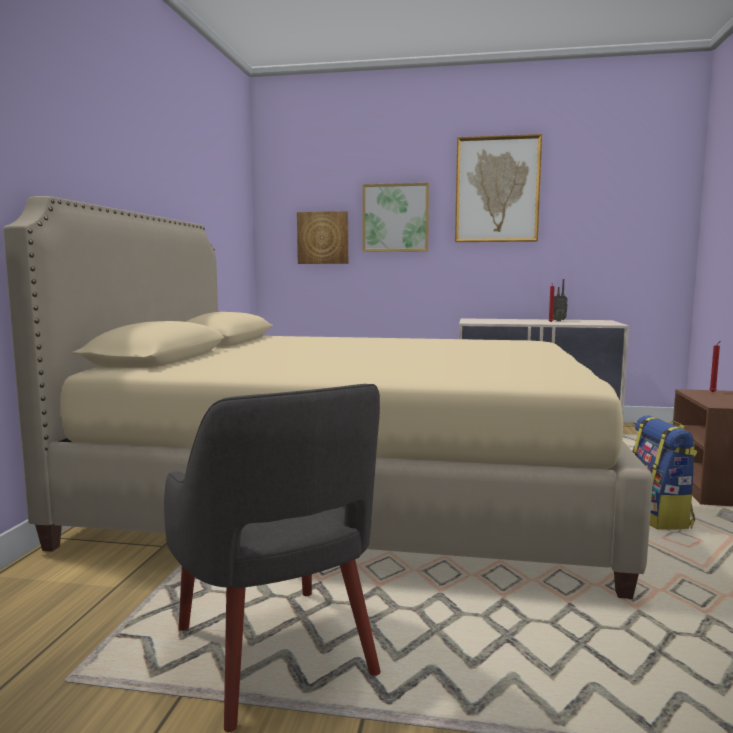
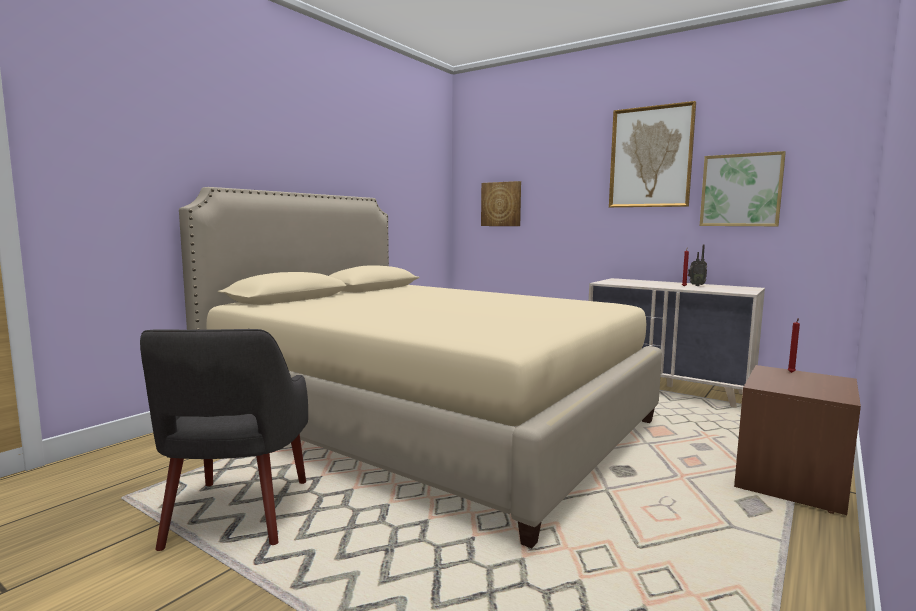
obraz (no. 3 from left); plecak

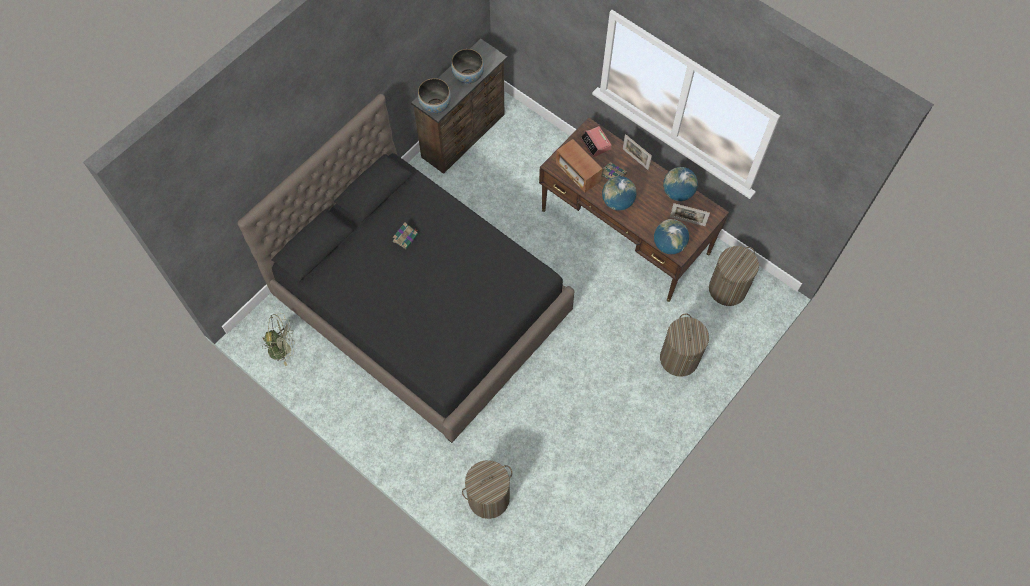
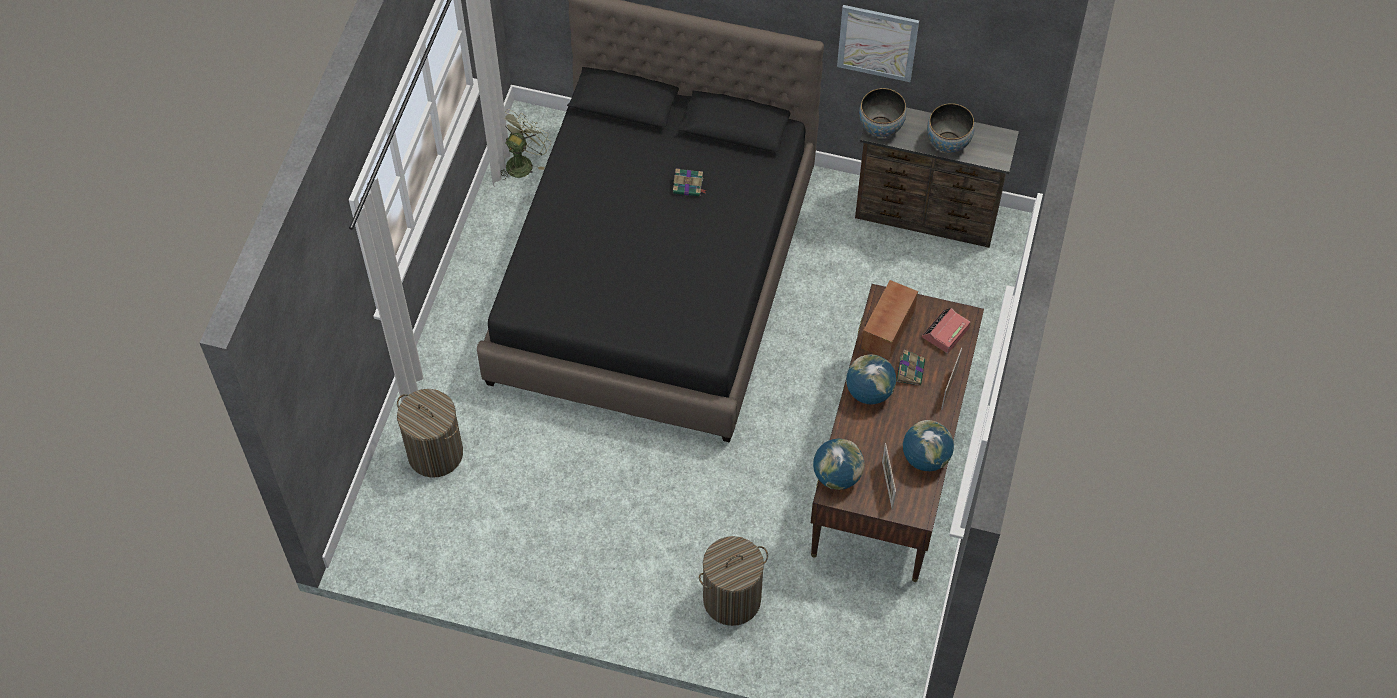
wentylator (zielony); kosz na pranie (no. 3 from left in the first image); obraz

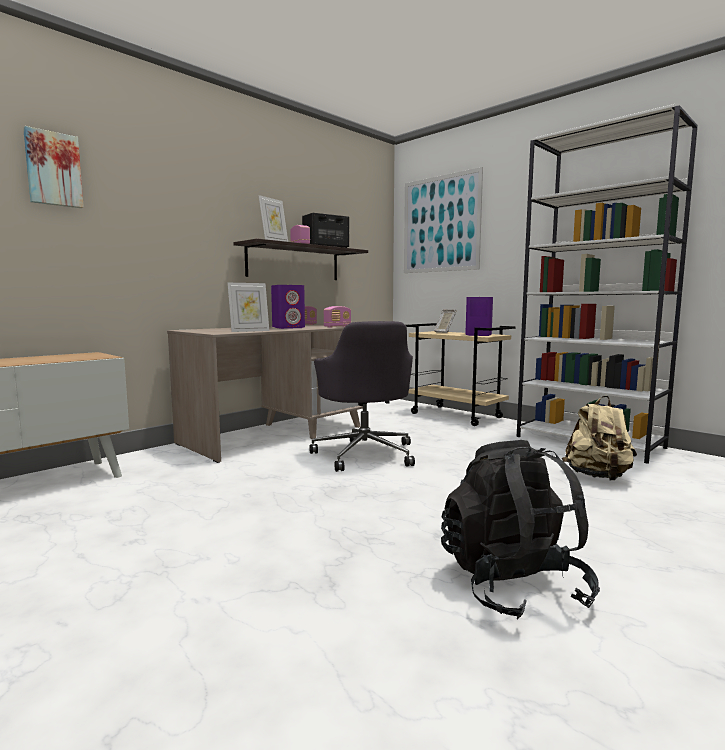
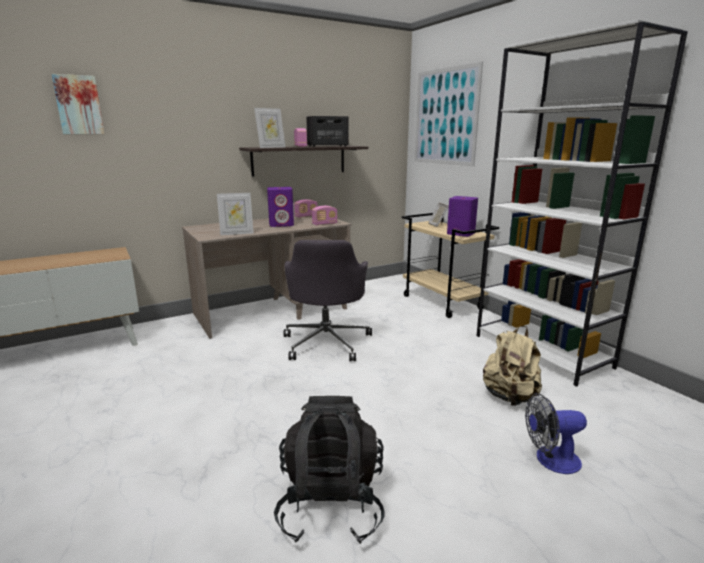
wentylator

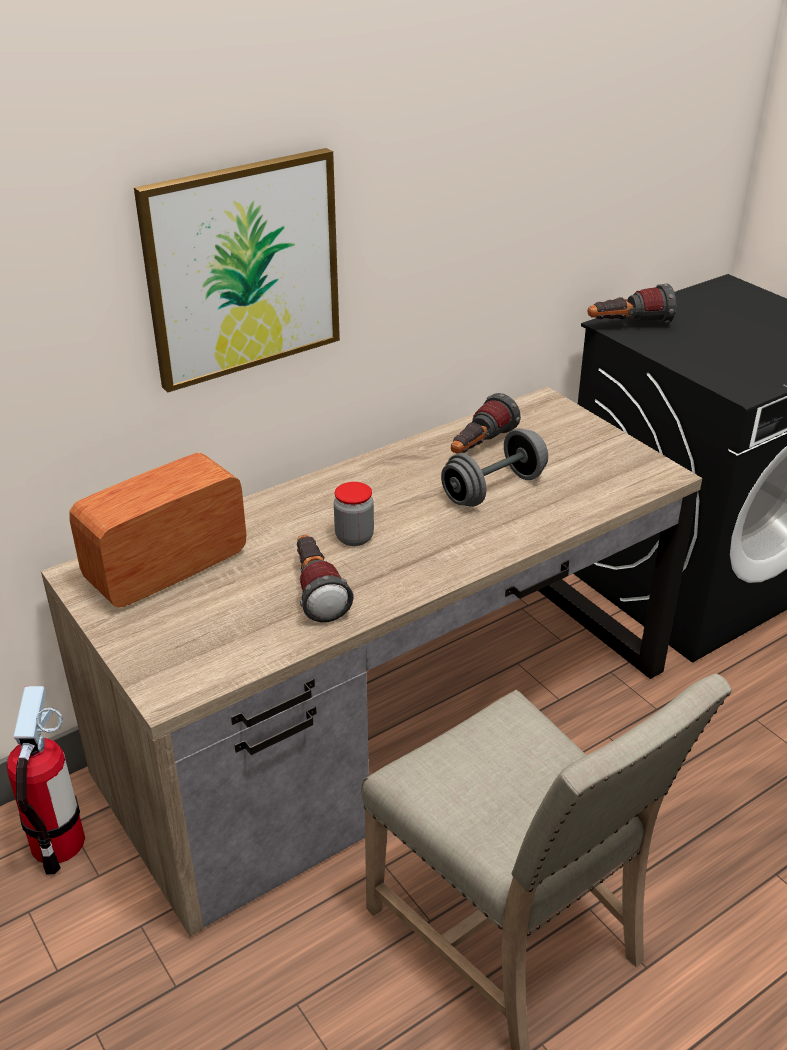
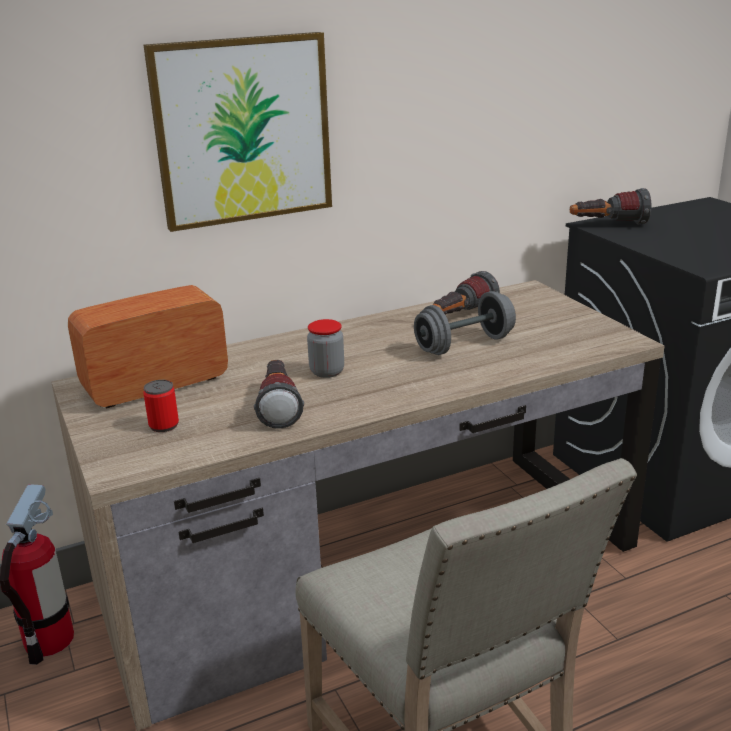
puszka

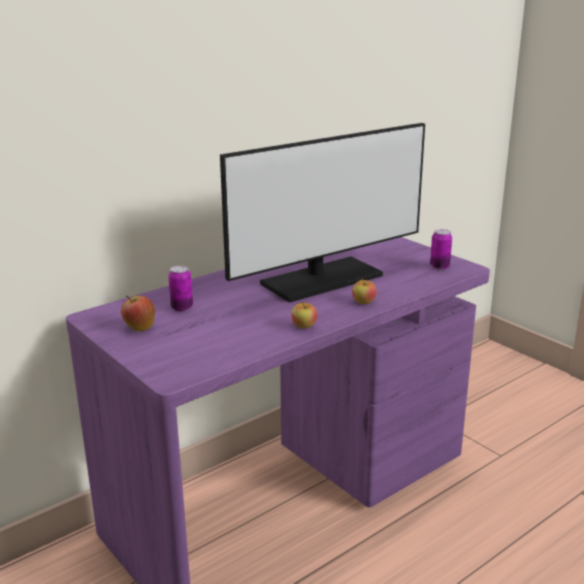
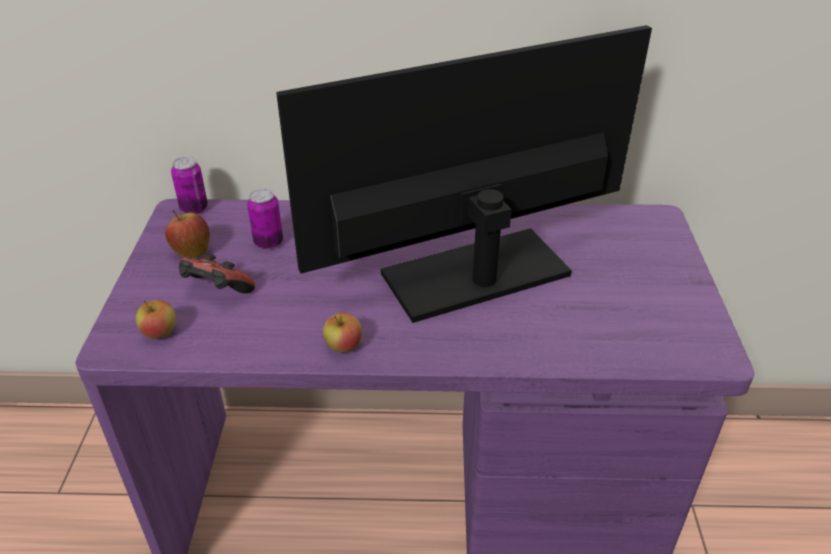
monitor; jabłko (no. 1 from left); puszka (no. 1 from left); pad do gier

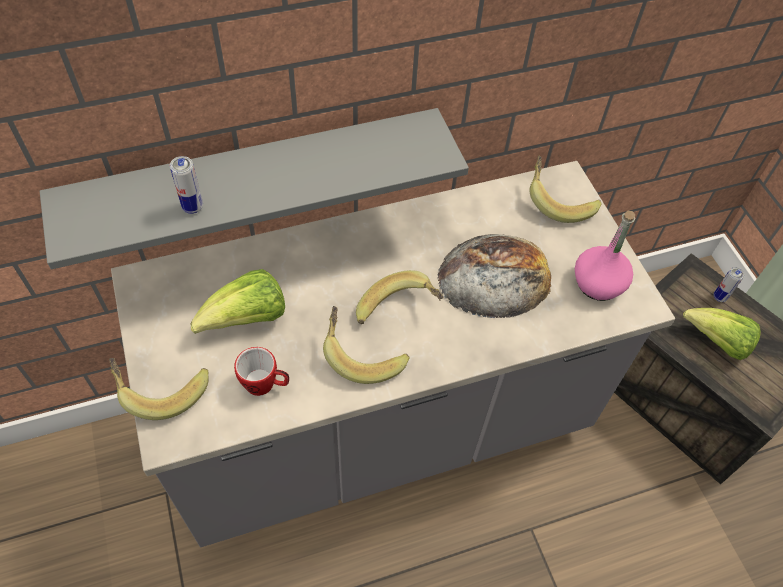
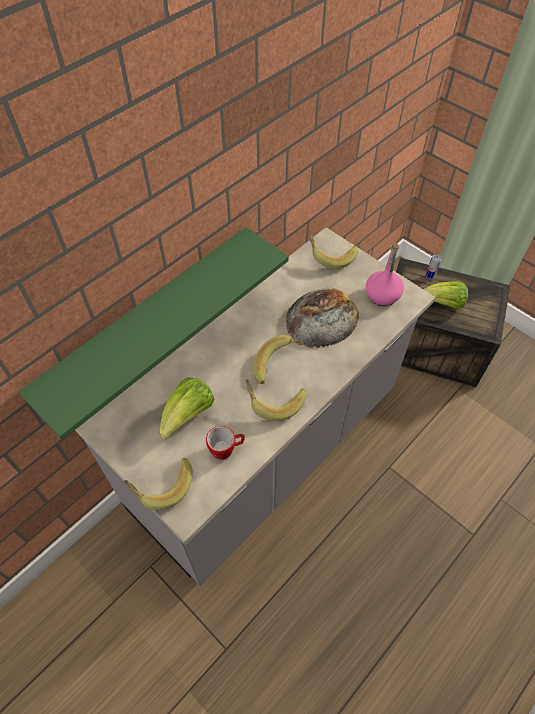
półka (zielony); puszka (no. 1 from left in the first image)

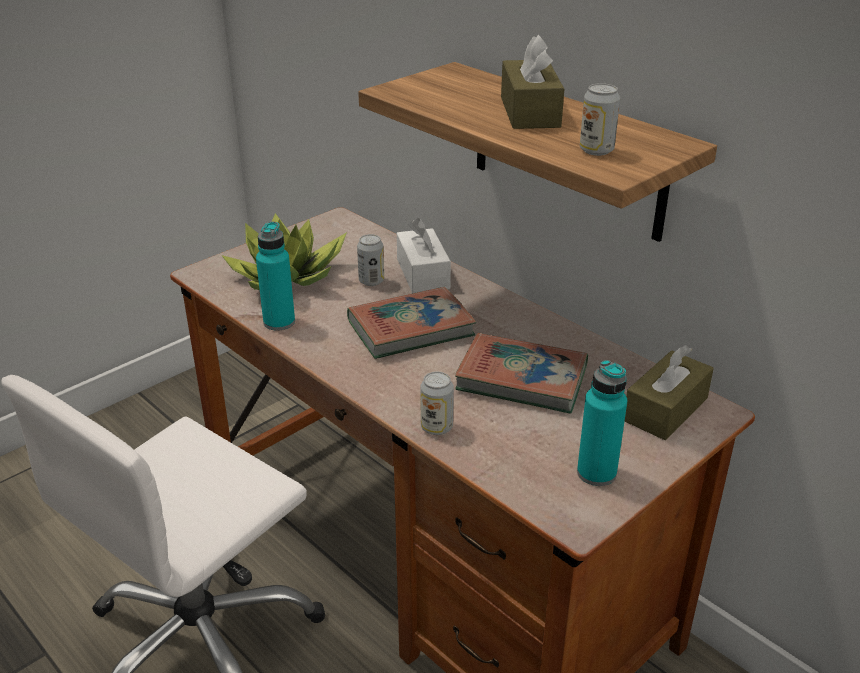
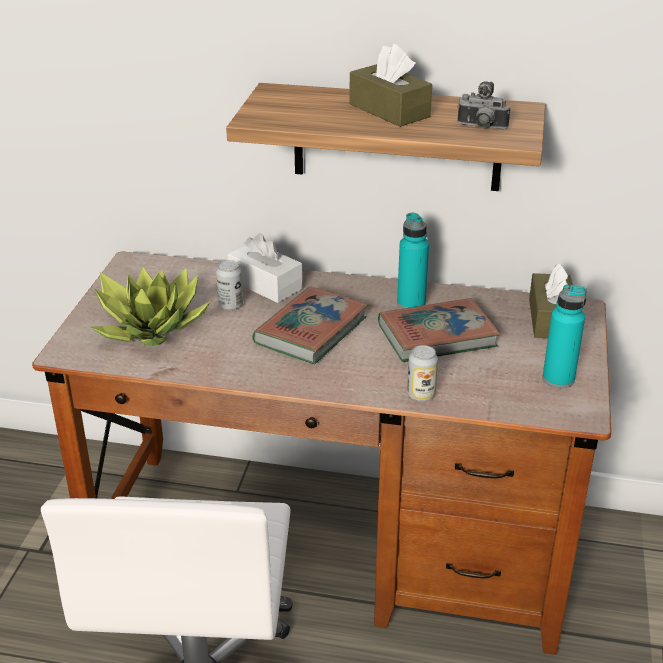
butelka (turkusowy) (no. 1 from left); aparat fotograficzny

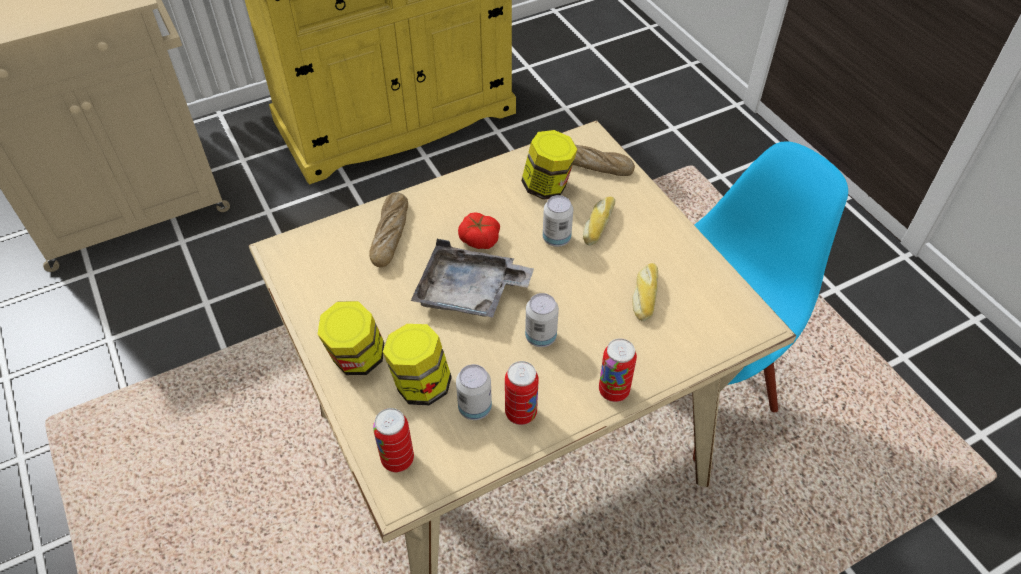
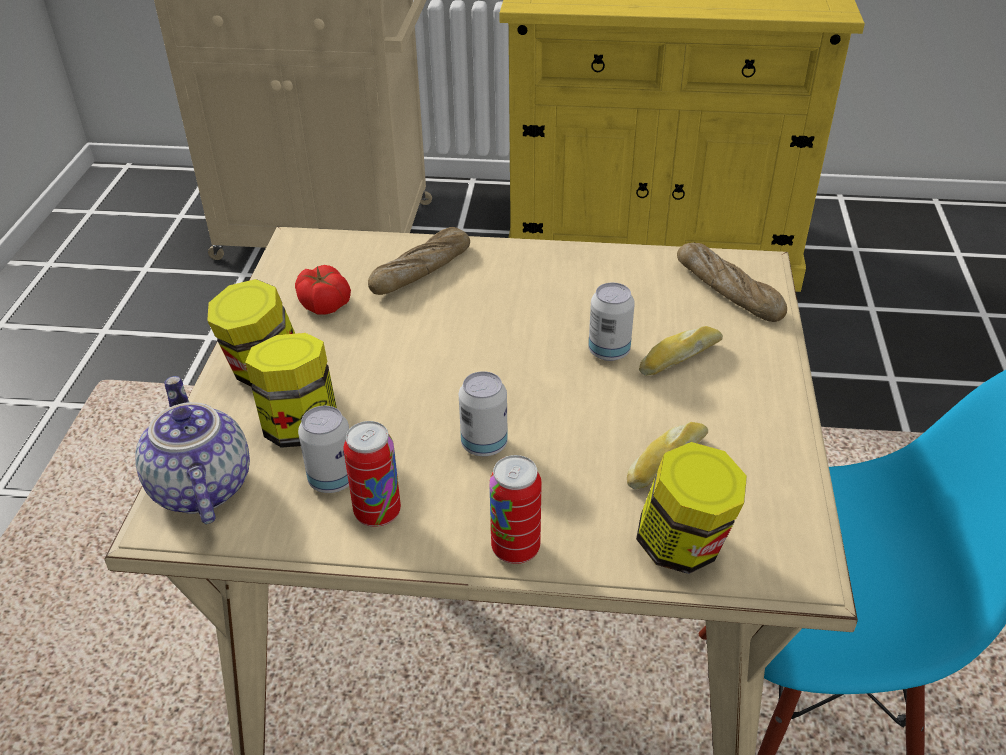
imbryk; taca (szary); pomidor; słoik (no. 3 from left)

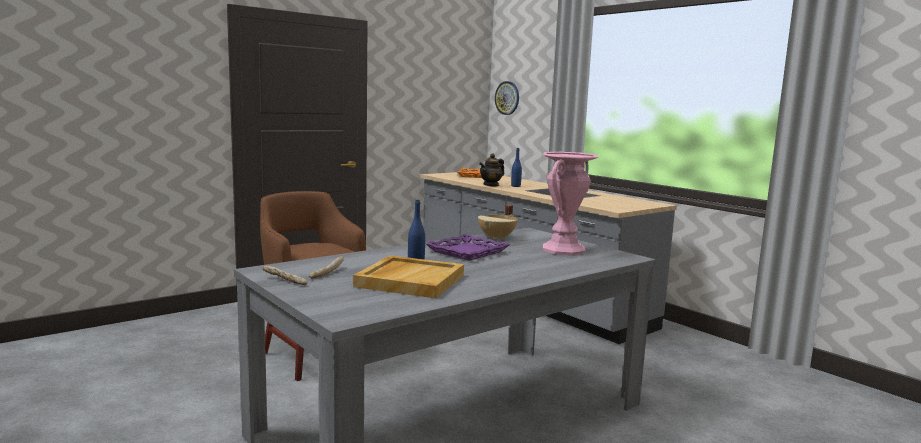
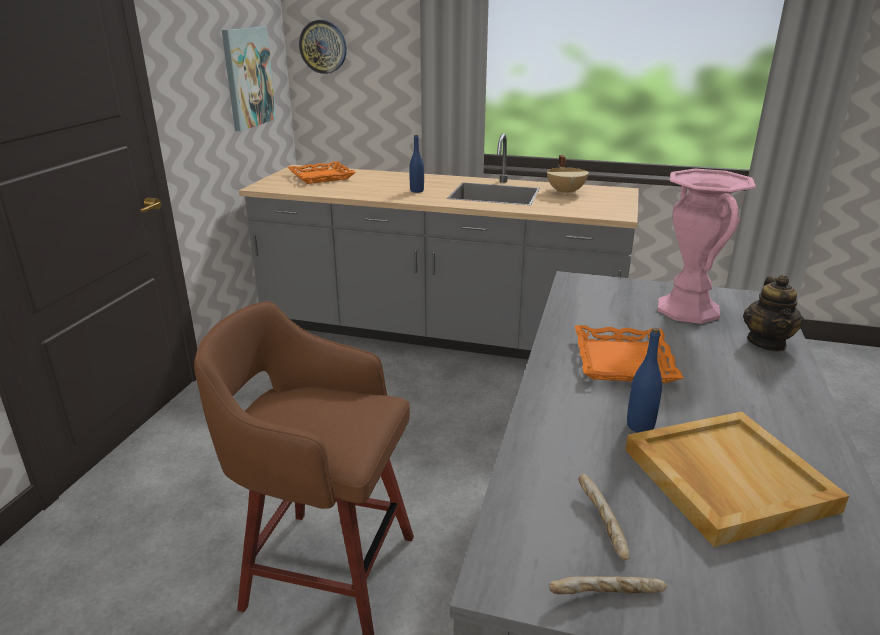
taca (pomarańczowy) (no. 2 from left); garnek (beżowy); imbryk; obraz

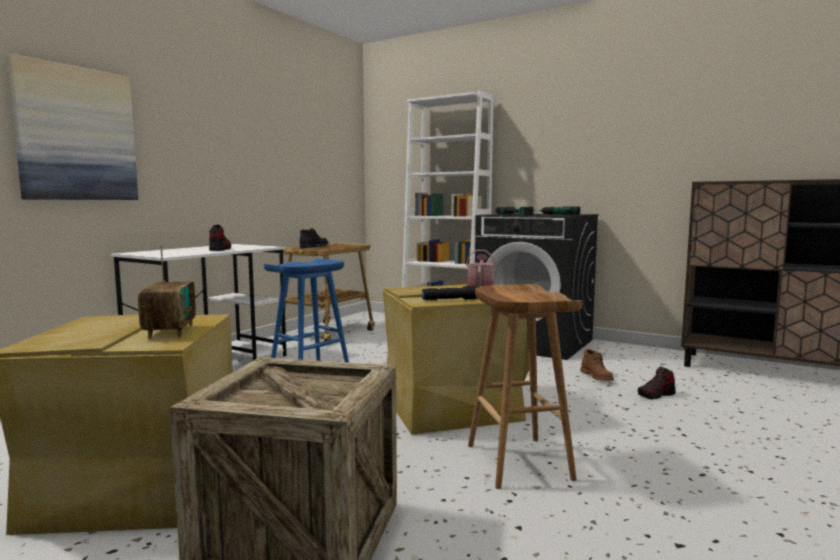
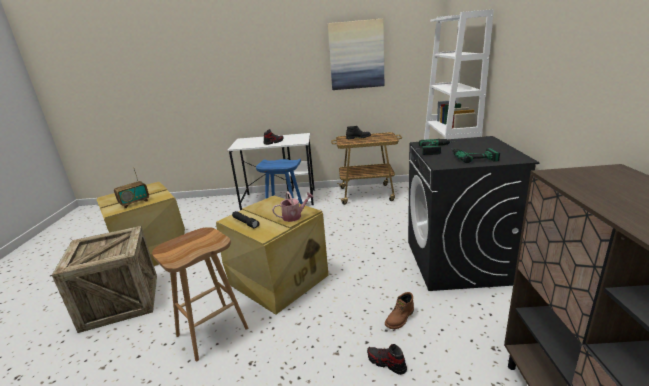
obraz

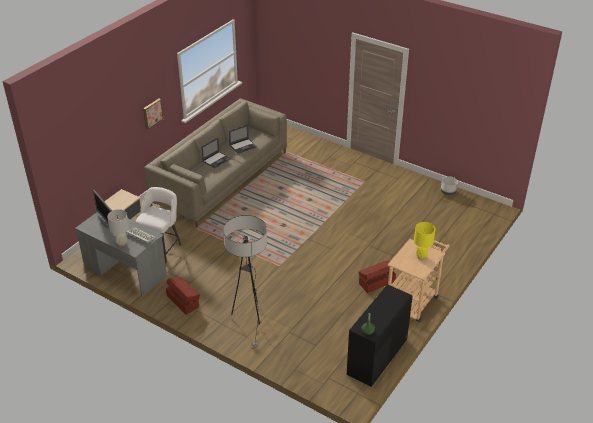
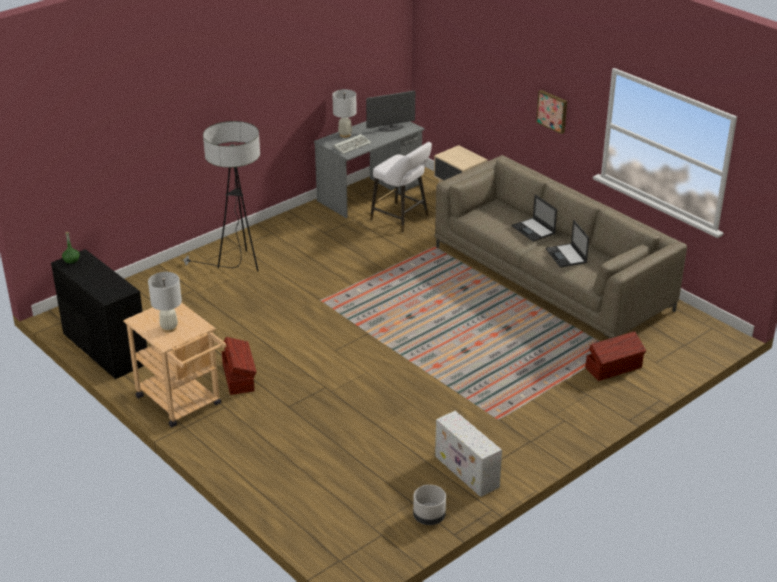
pojemnik do przechowywania (brązowy) (no. 2 from left); lampa stołowa (biały) (no. 1 from left); pojemnik do przechowywania (biały)

